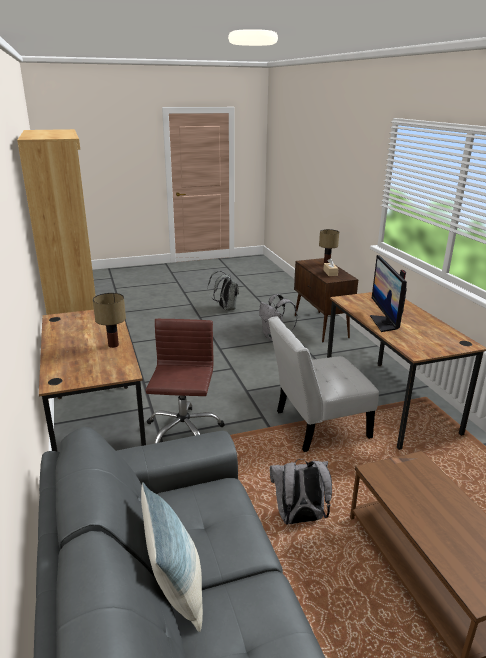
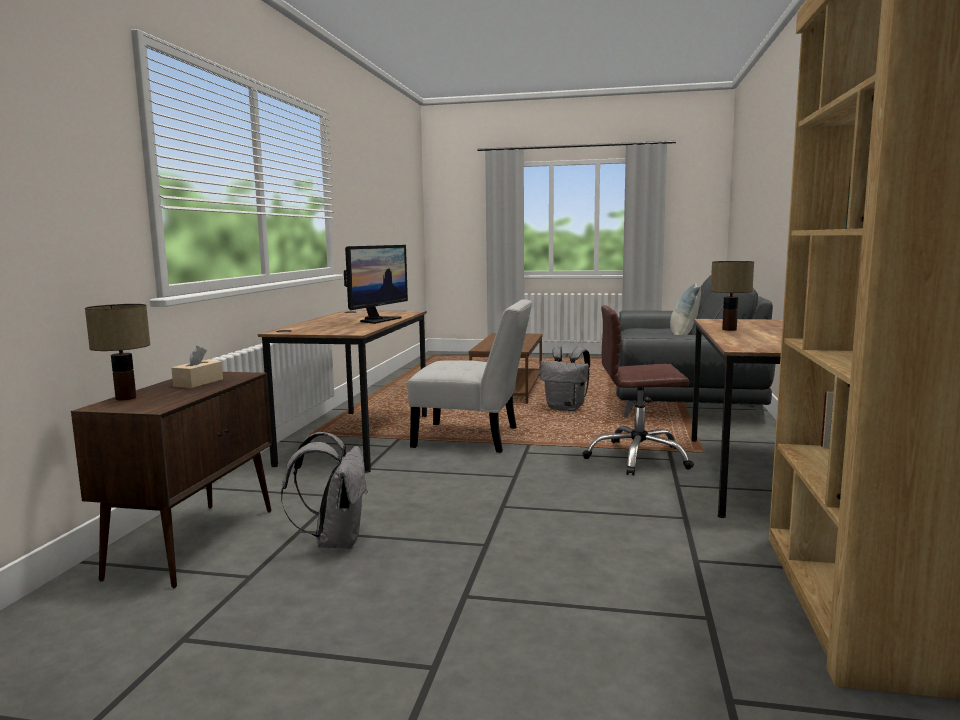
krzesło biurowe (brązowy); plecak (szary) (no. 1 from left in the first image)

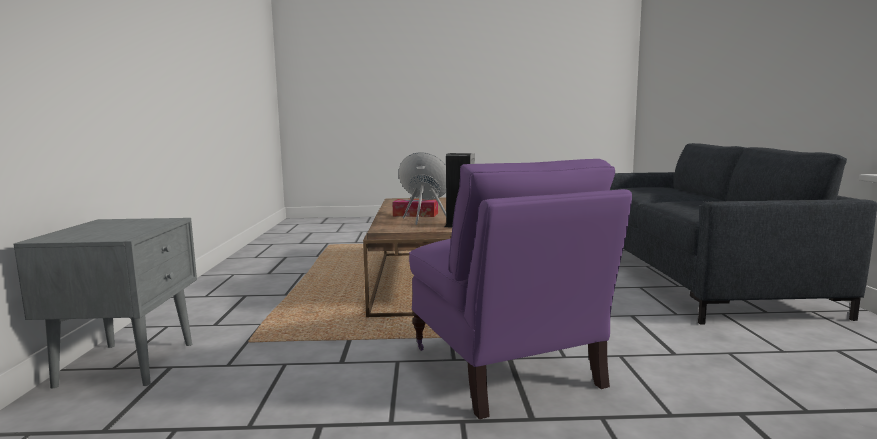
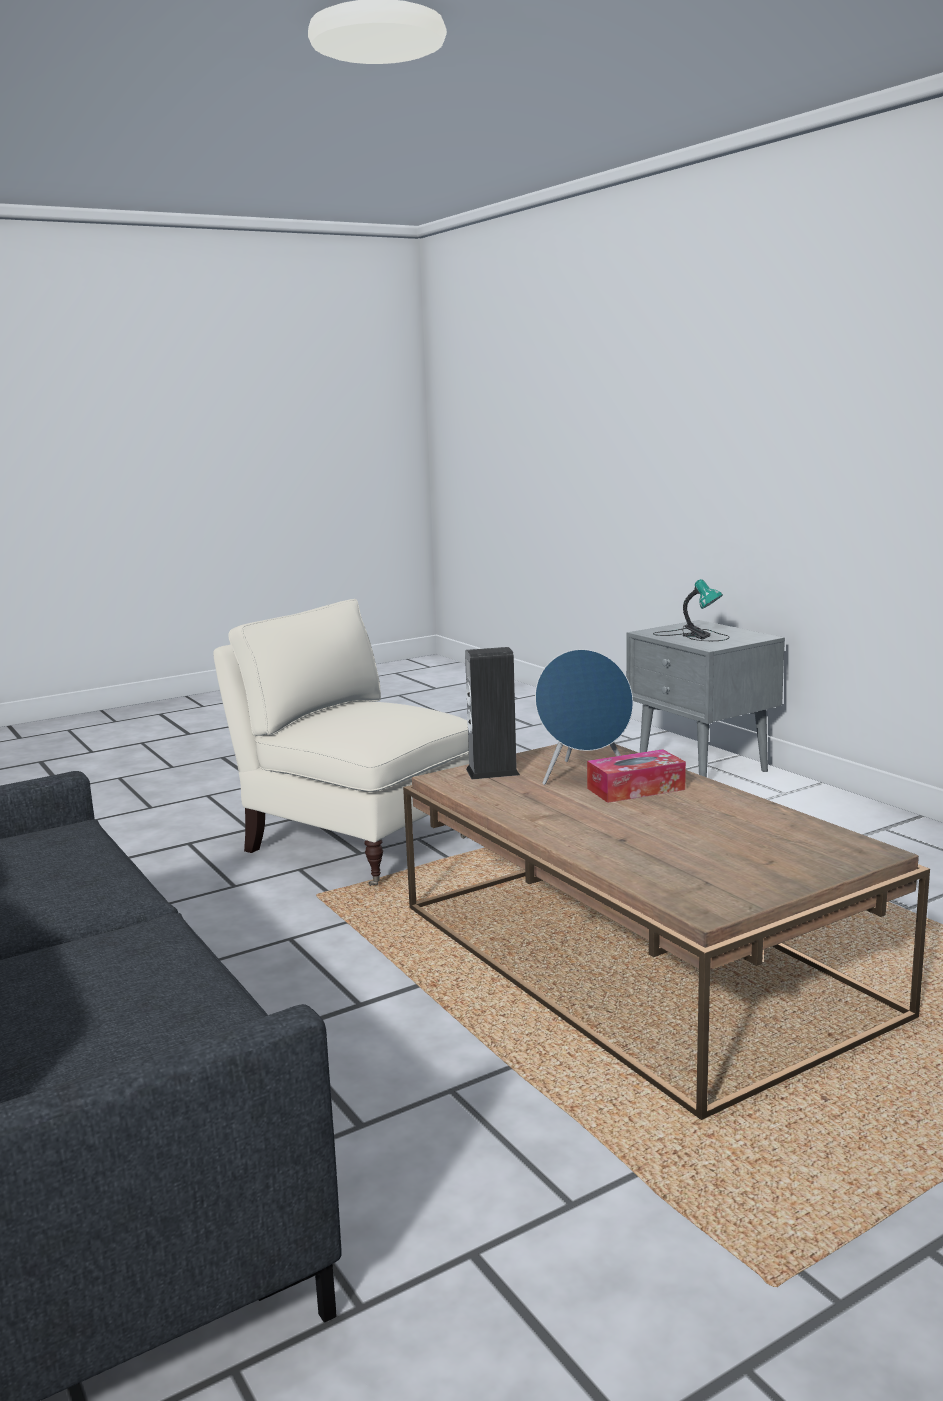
fotel (beżowy); lampa stołowa

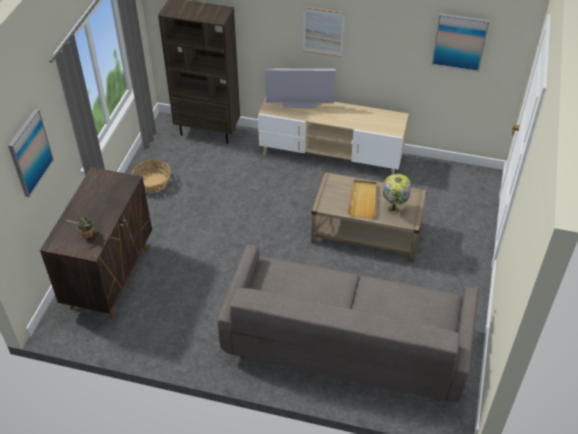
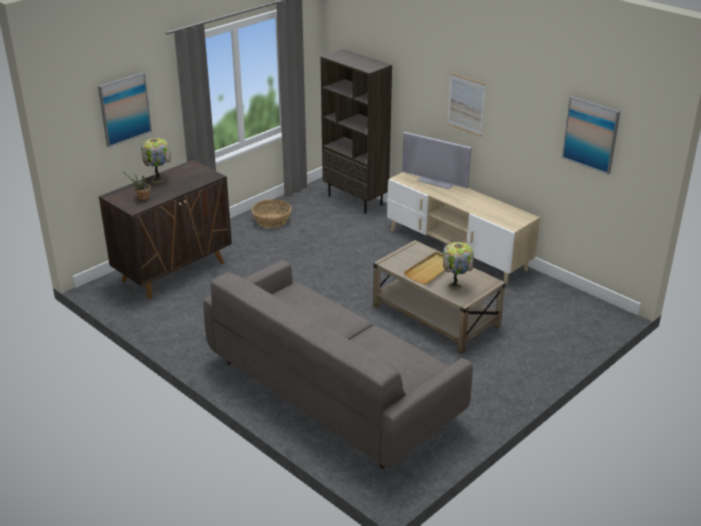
lampa stołowa (no. 1 from left)

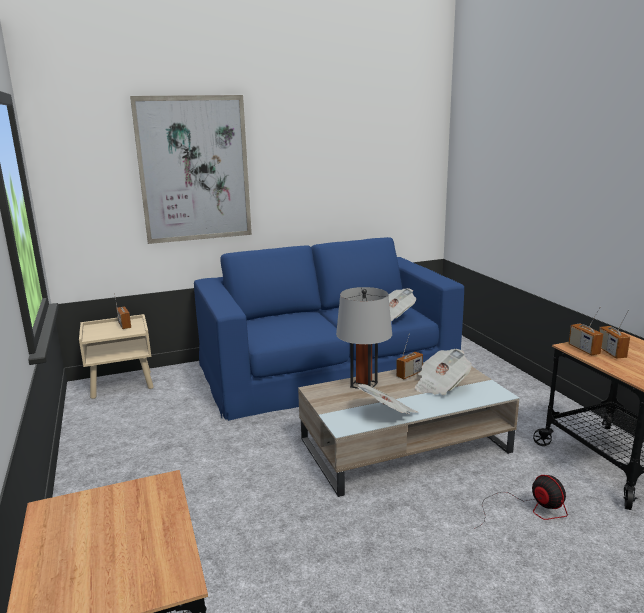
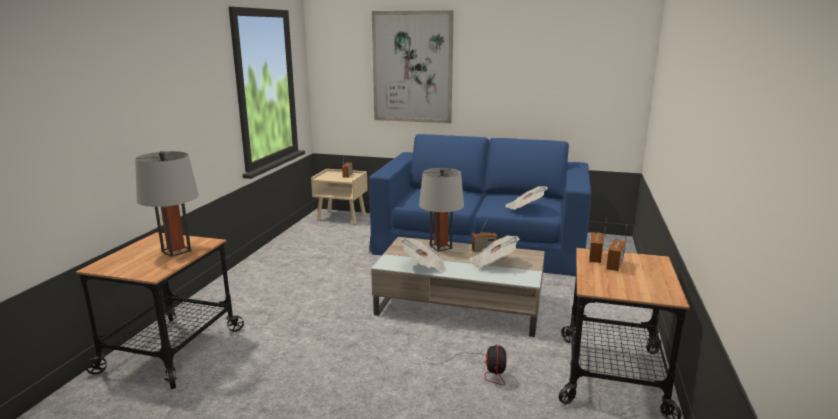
lampa stołowa (szary) (no. 1 from left)

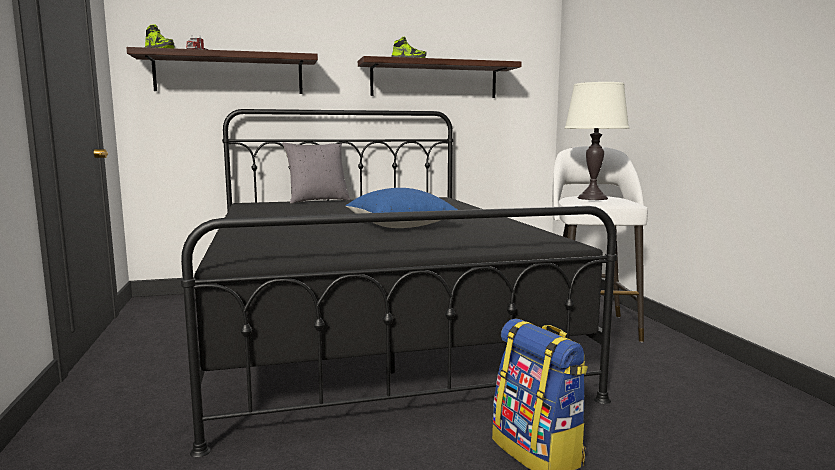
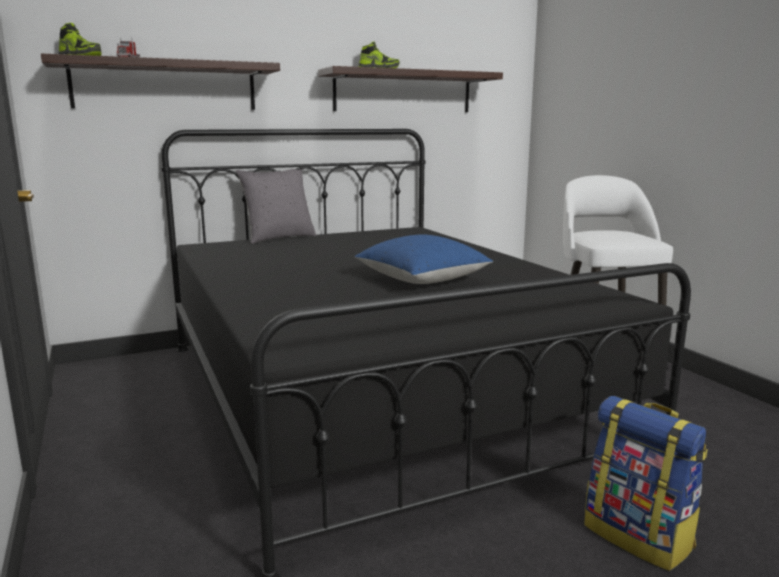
lampa stołowa (biały)

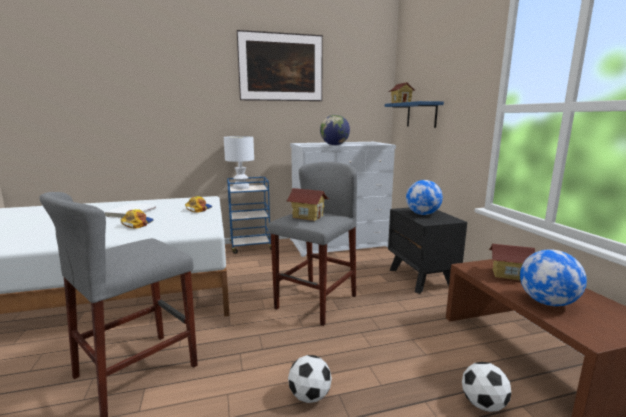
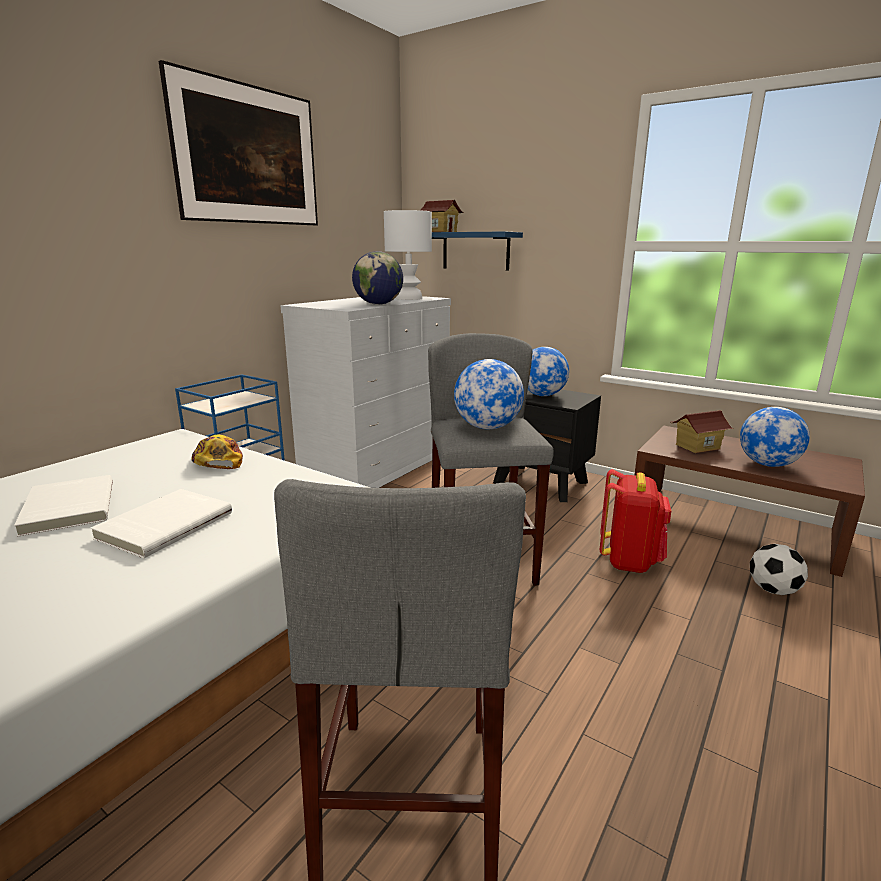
książka (biały) (no. 2 from left); lampa stołowa (biały); globus (no. 2 from left); piłka futbolowa (no. 1 from left in the first image); plecak (czerwony)

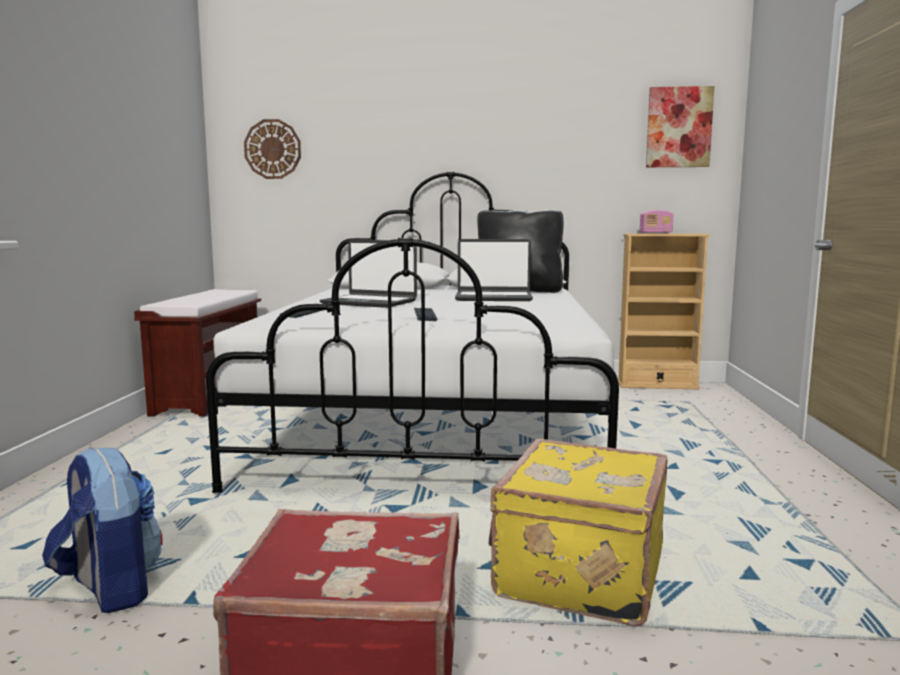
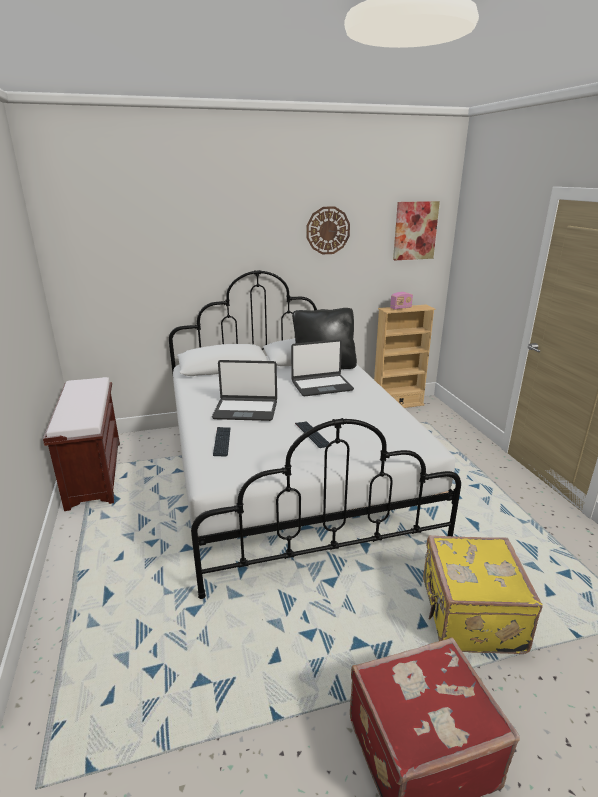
plecak; zegar ścienny

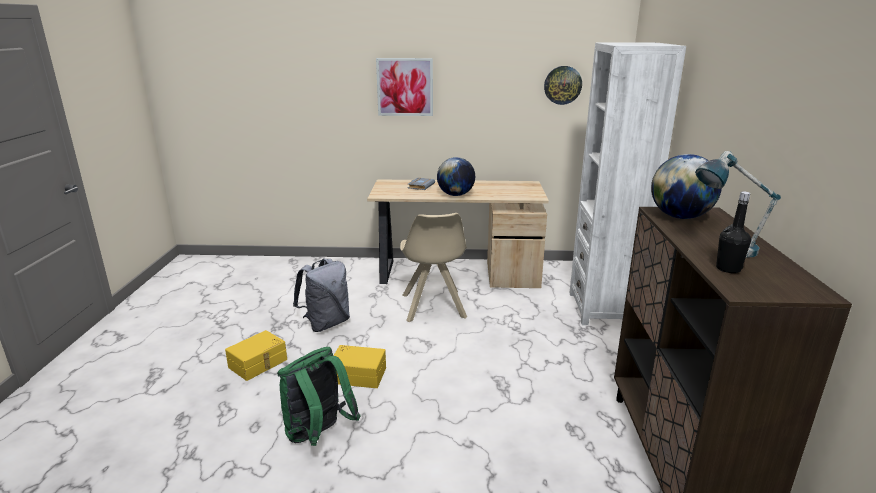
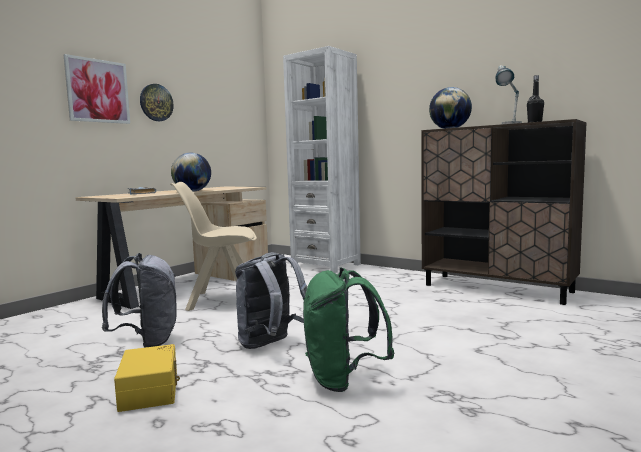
plecak (szary) (no. 2 from left); krzesło (beżowy); zegar ścienny

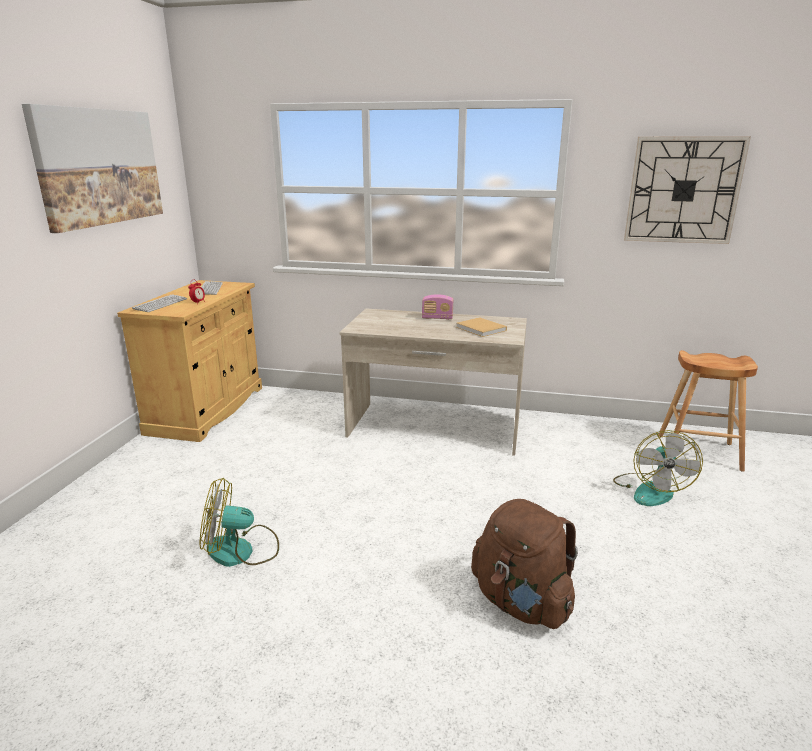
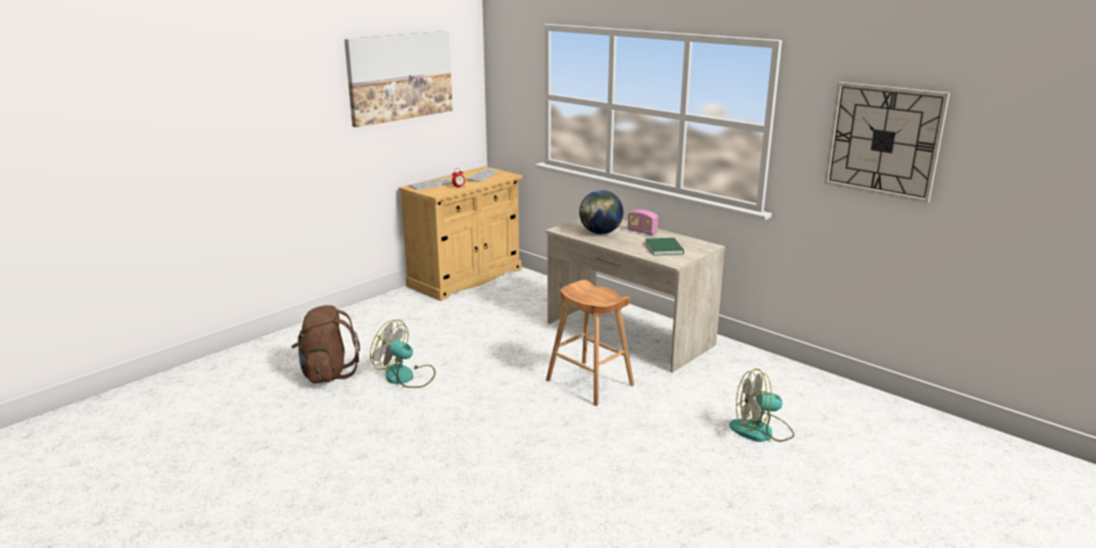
książka (zielony); plecak (brązowy); wentylator (no. 2 from left); stołek (brązowy); globus

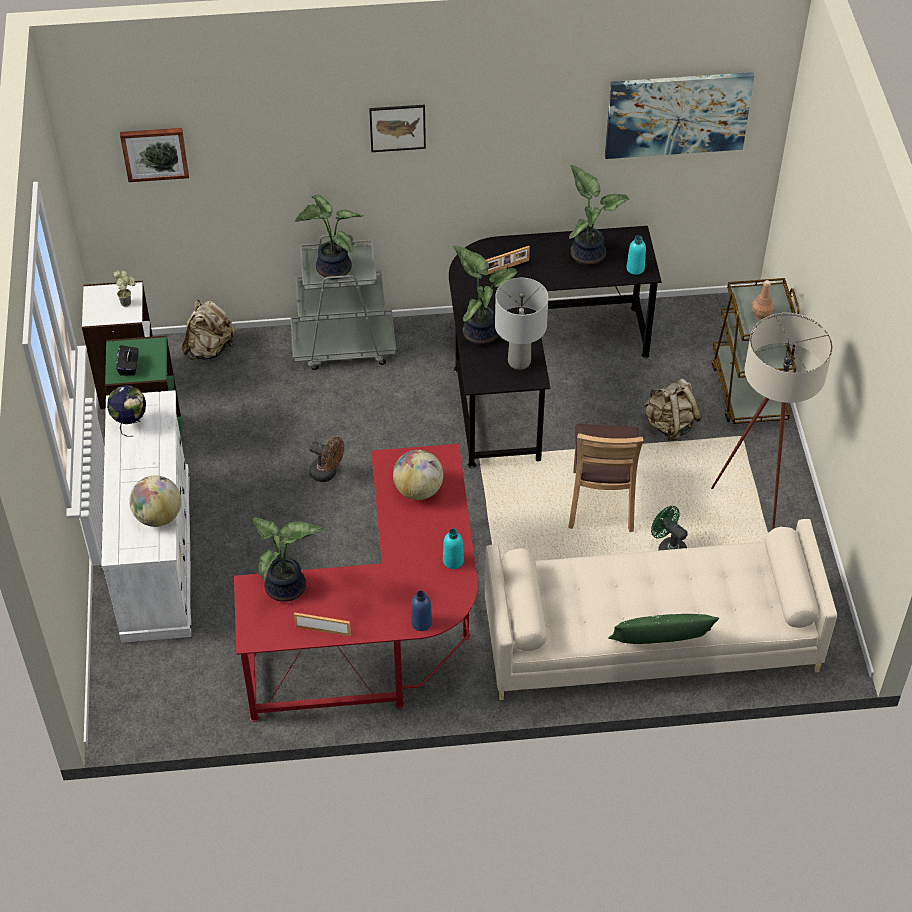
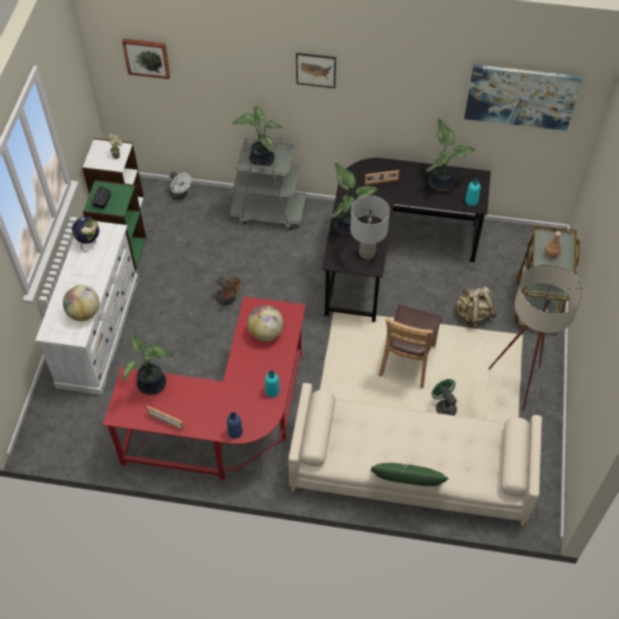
wentylator (biały)

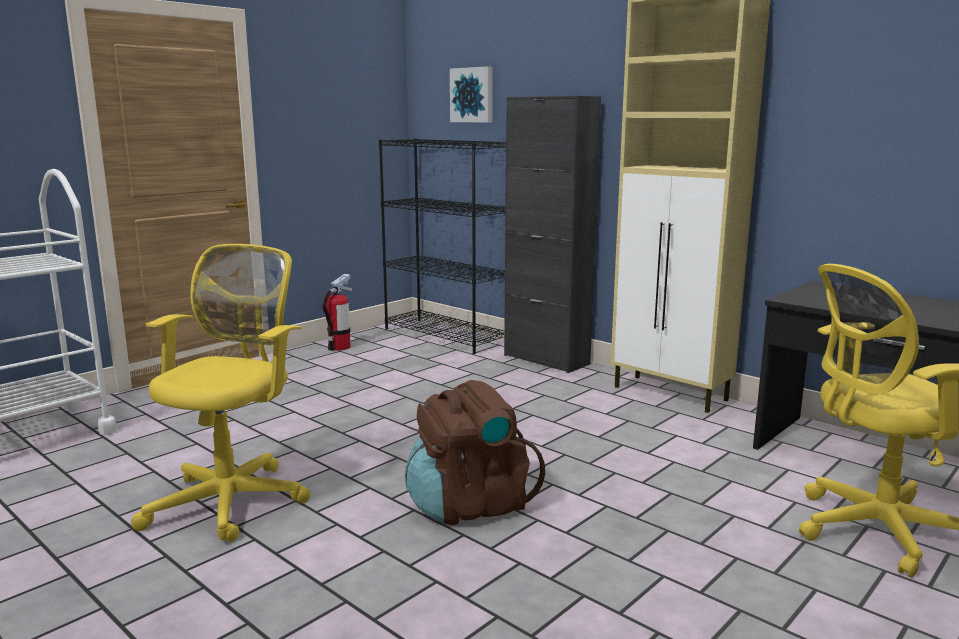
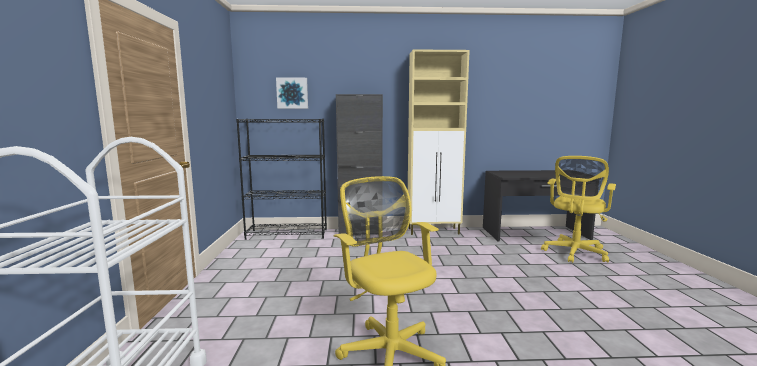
gaśnica; plecak (brązowy)

